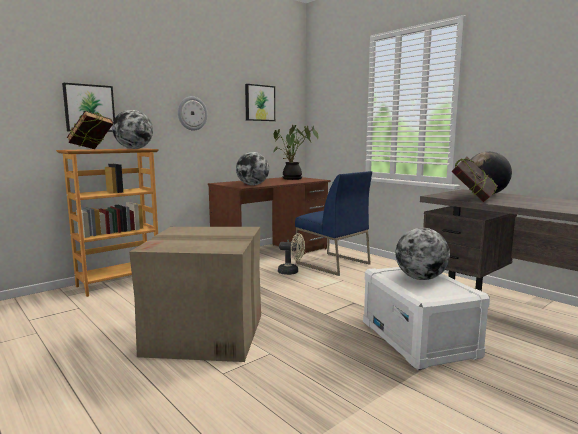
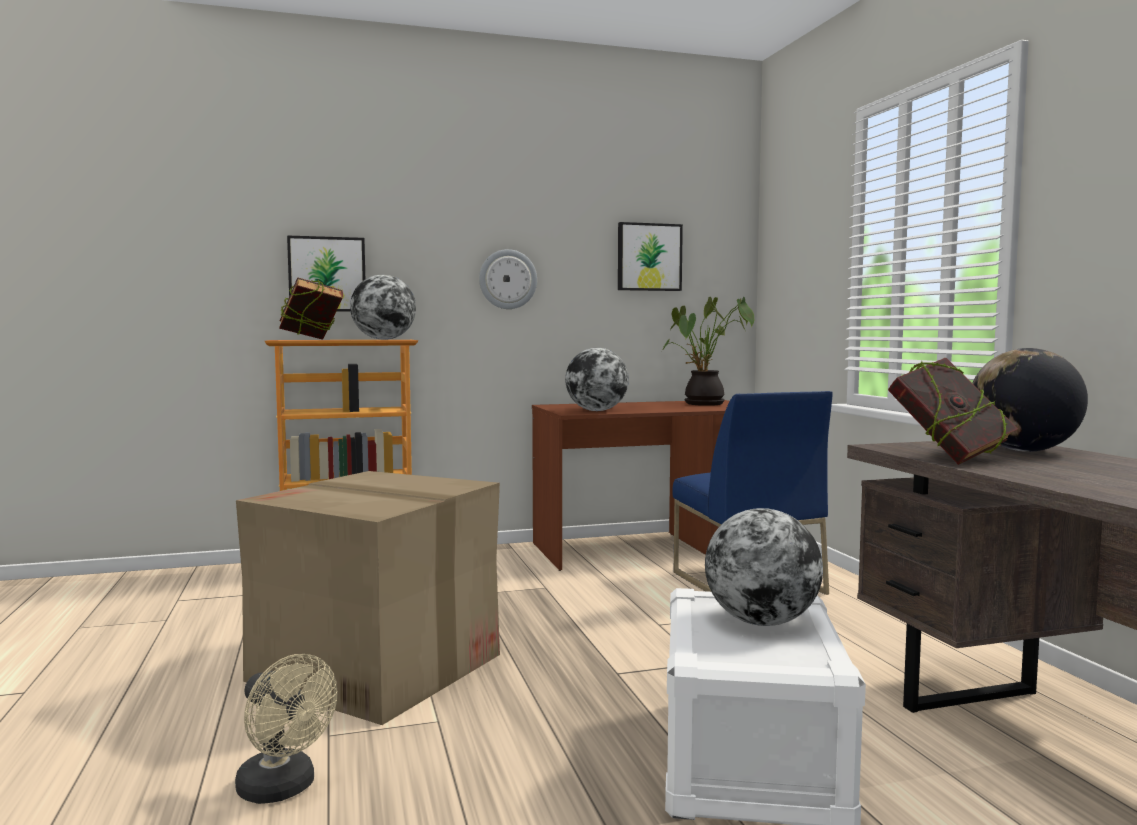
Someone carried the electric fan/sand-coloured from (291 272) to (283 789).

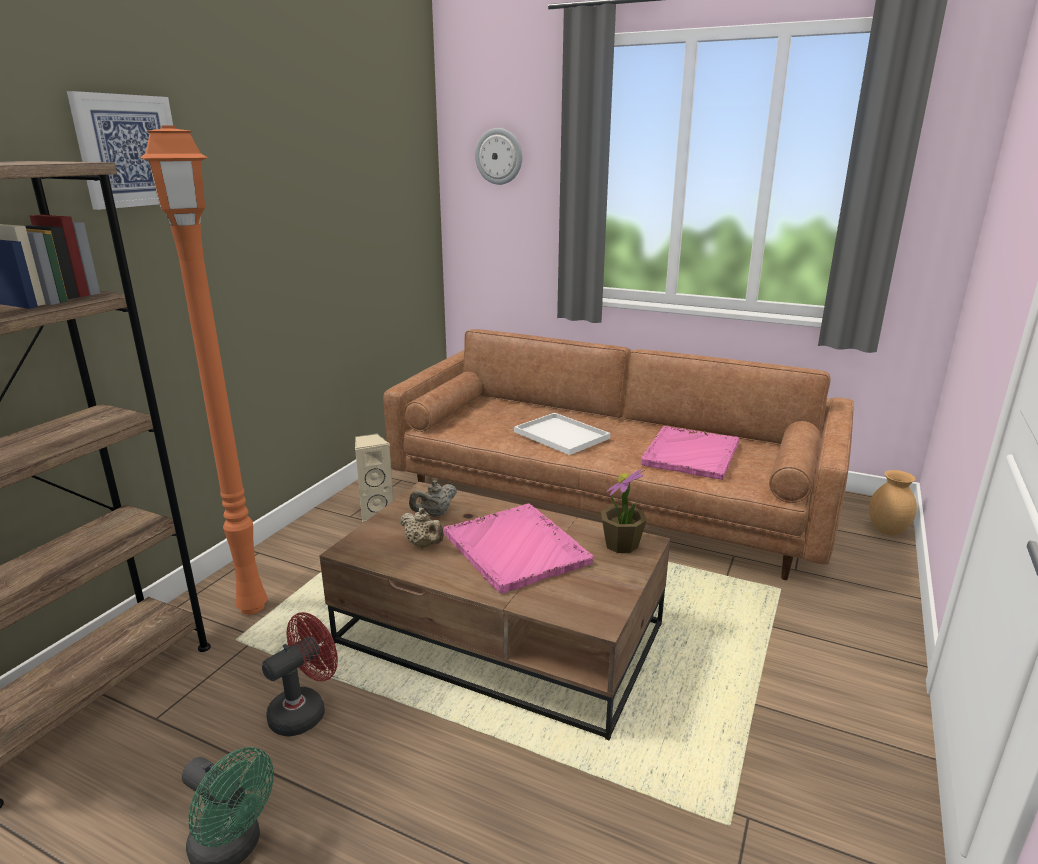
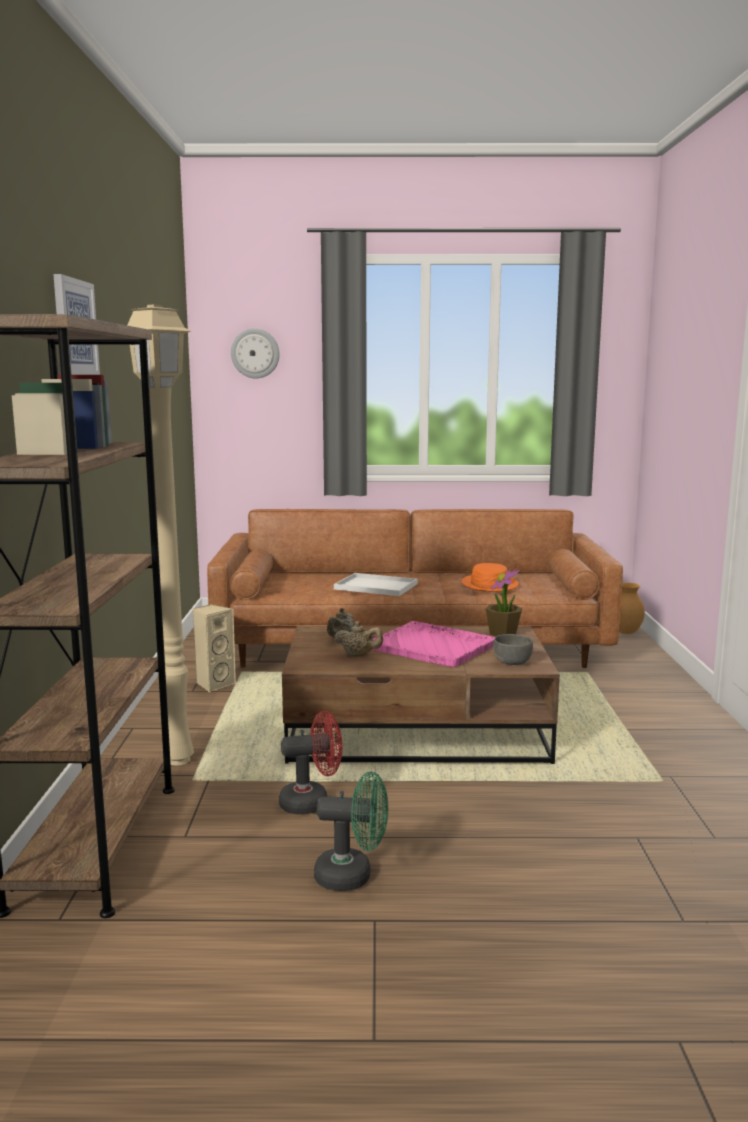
Someone repainted the standing lamp/orange-coloured at (250 609), which became the standing lamp/sand-coloured at (178 761).
Someone rotated the electric fan/reddish at (305 710) by 60 degrees clockwise.
Someone swapped the tray/pink at (690 454) for the wearable hat/orange-coloured at (489 584).
Someone put down the serving bowl/gray at (512 662).

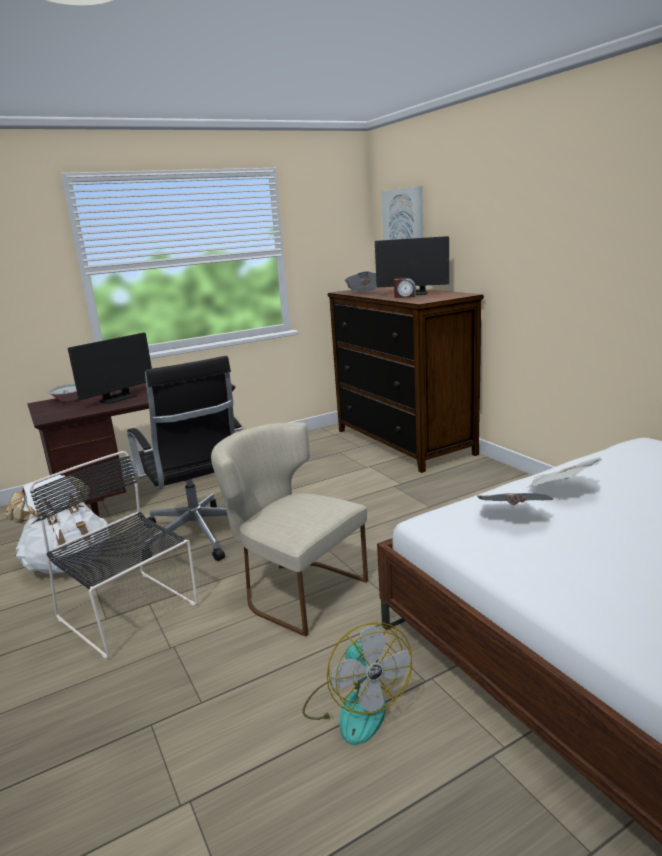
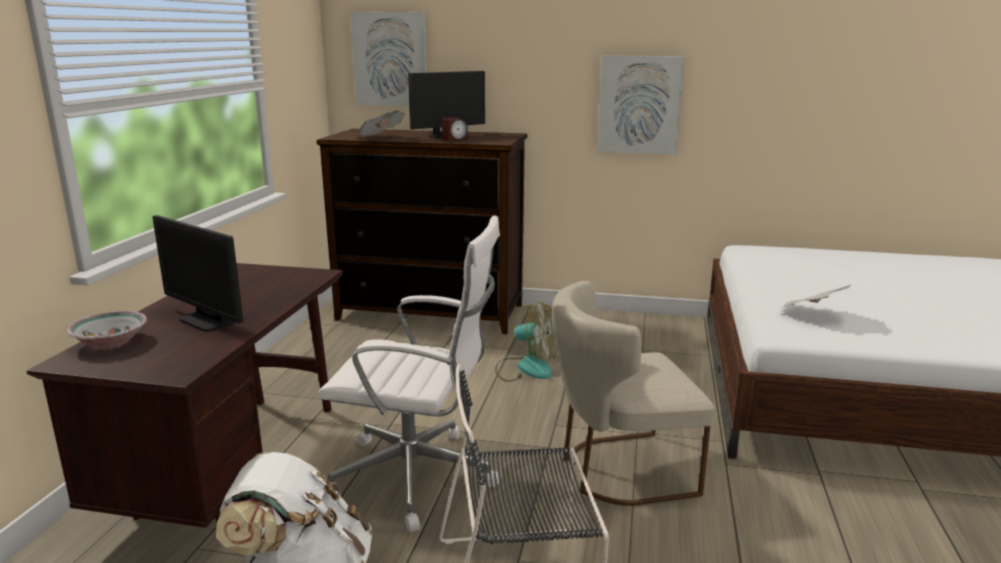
Someone rotated the computer screen at (118 398) by 135 degrees clockwise.
Someone repainted the computer chair/black-coloured at (199 536), which became the computer chair/white at (417 477).
Someone carried the electric fan from (355 706) to (525 368).
Someone put up the wall art at (639 105).
Someone took away the printed paper at (561 490).

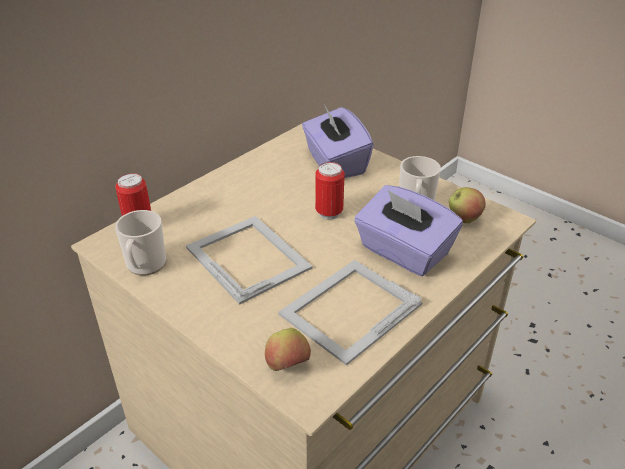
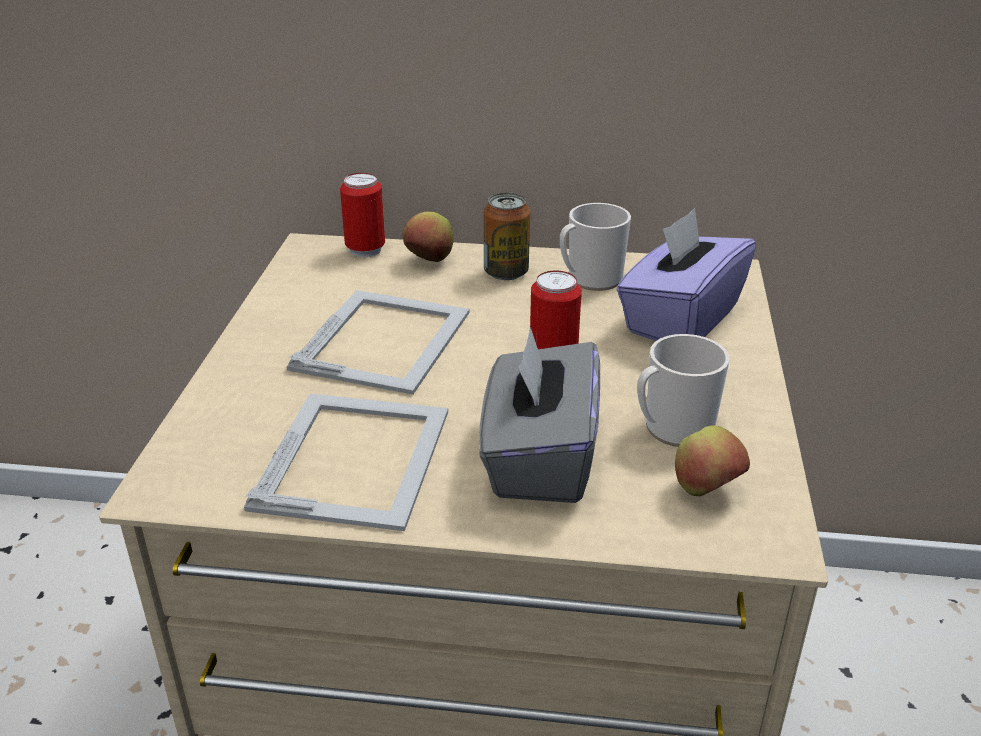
Someone rotated the picture frame at (348 309) by 90 degrees clockwise.
Someone carried the whole apple from (287 366) to (429 261).
Someone repainted the tissue holder/purple at (403 252), which became the tissue holder/gray at (539 459).
Someone put down the can at (506 272).
Someone carried the coffee mug from (145 266) to (590 279).

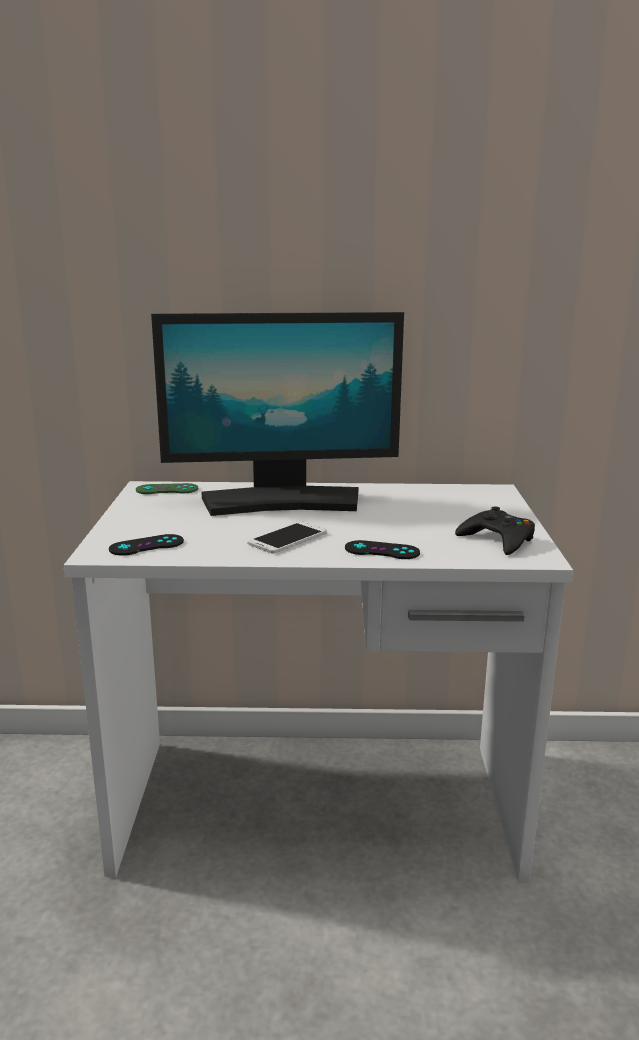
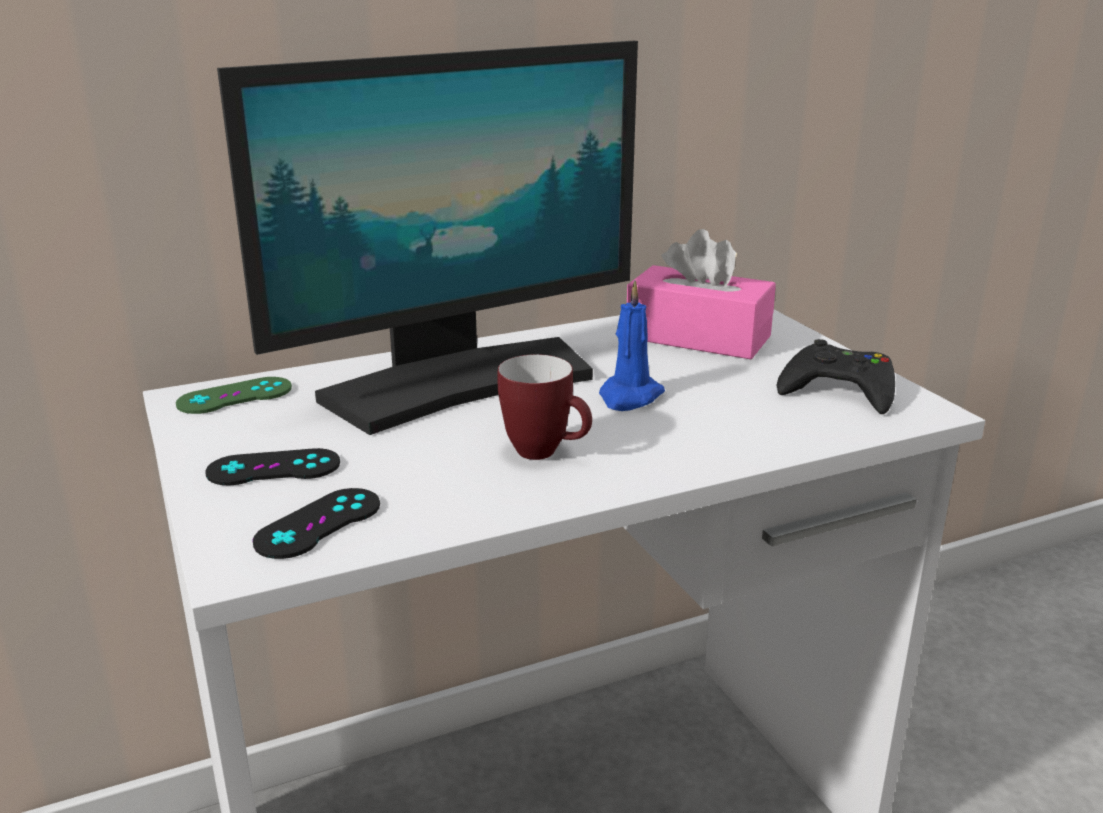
Someone carried the joypad/black-coloured from (382 550) to (273 468).
Someone swapped the phone at (288 538) for the coffee mug at (546 453).
Someone put down the candle/bluish at (629 397).
Someone put down the tissue holder/pink at (698 337).

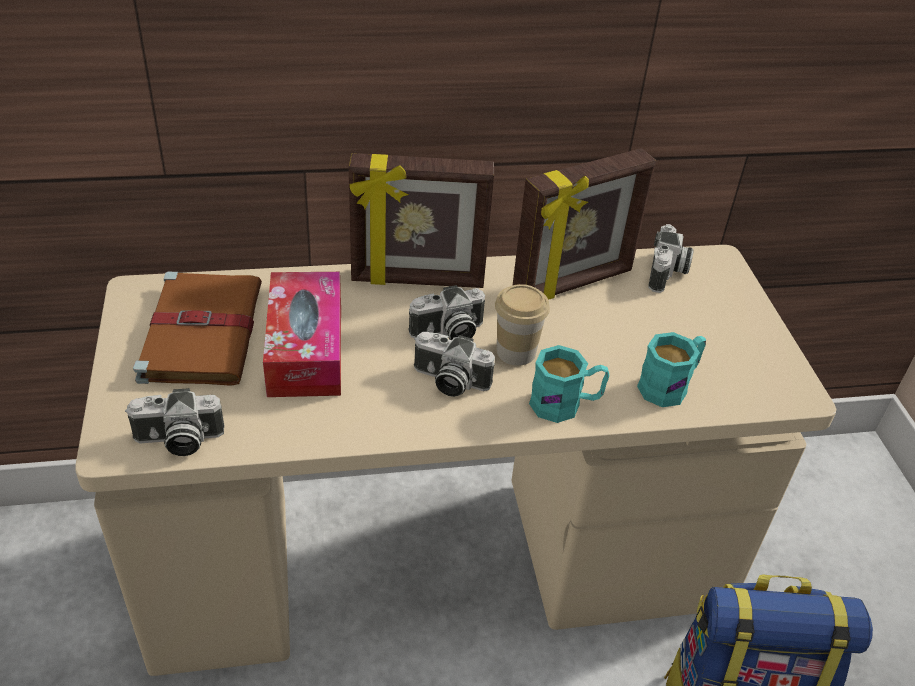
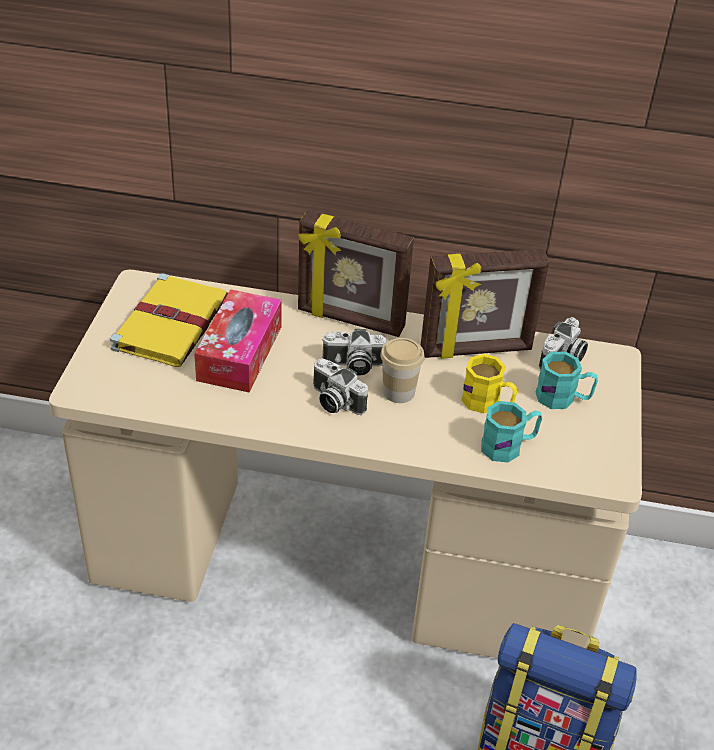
Someone repainted the volume/brown at (202 330), which became the volume/yellowish at (172 323).
Someone put down the coffee mug/yellowish at (487 404).
Someone carried the coffee mug/blue-green from (565 404) to (563 398).
Someone took away the still camera at (178 440).

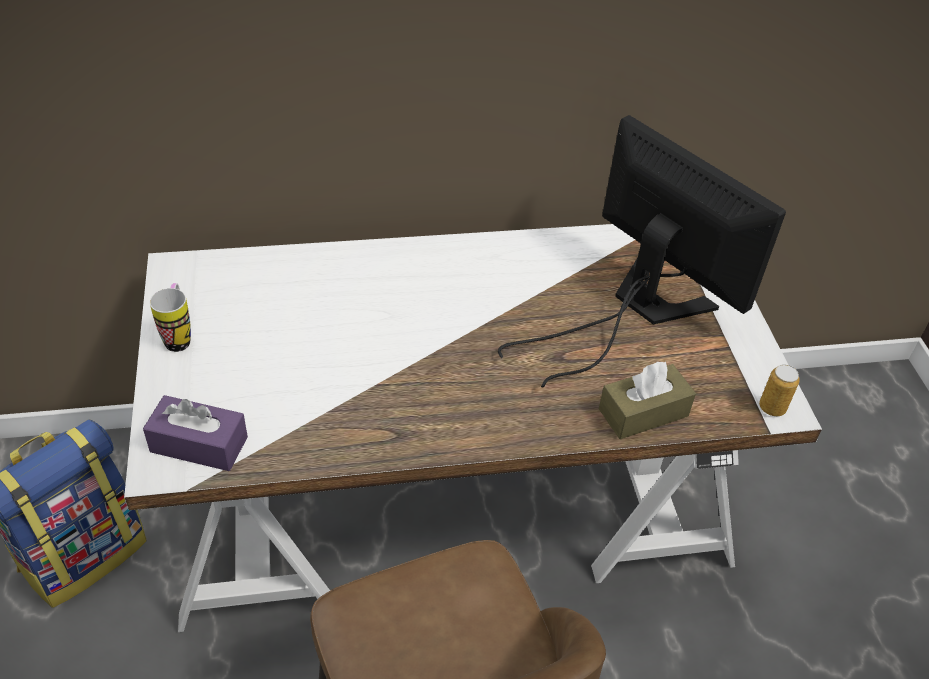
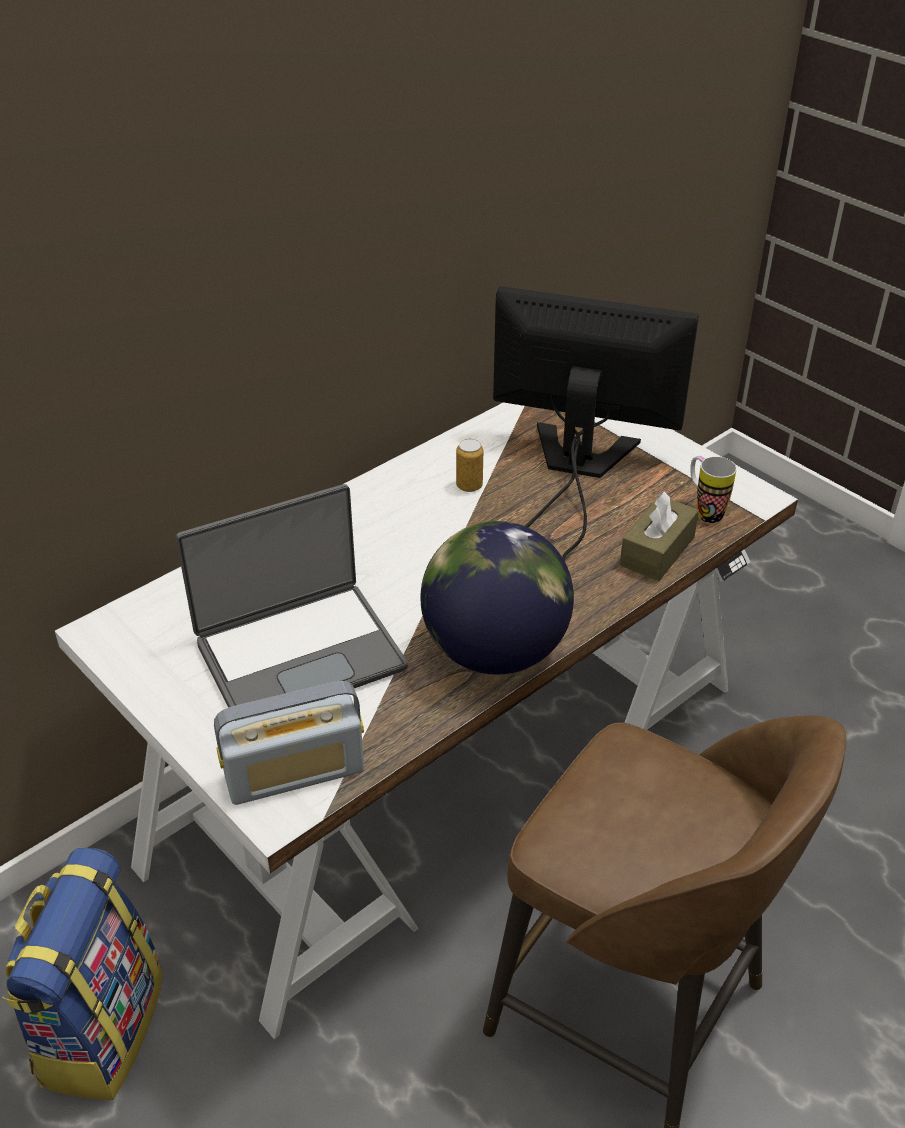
Someone put down the portable computer at (299 653).
Someone swapped the tissue holder/purple at (199 444) for the radio receiver at (295 773).
Someone put down the world globe at (494 651).
Someone carried the can from (772 408) to (469 486).
Someone carried the coffee mug from (179 336) to (704 510).

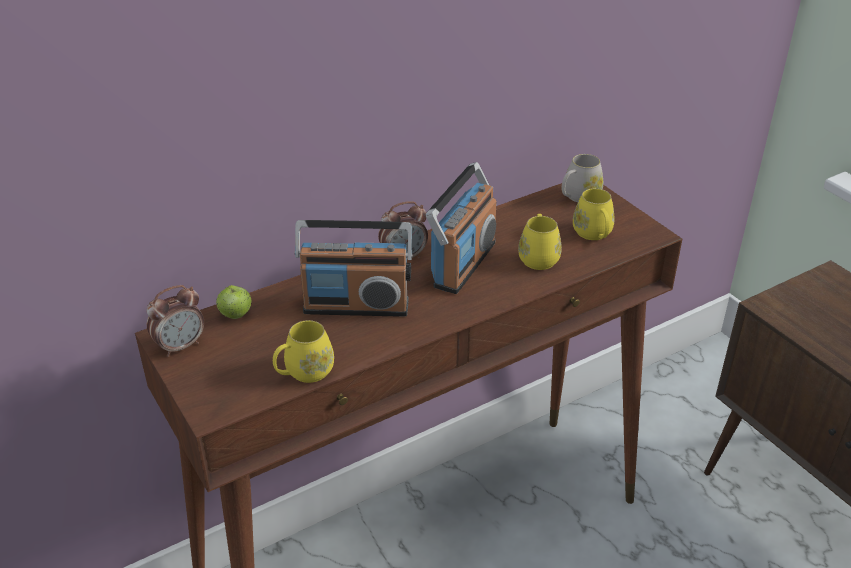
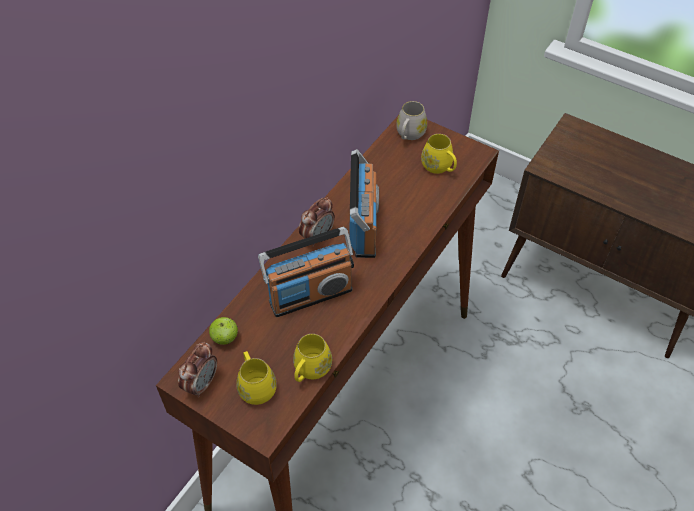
Someone carried the coffee mug/yellowish from (538 257) to (255 386).

